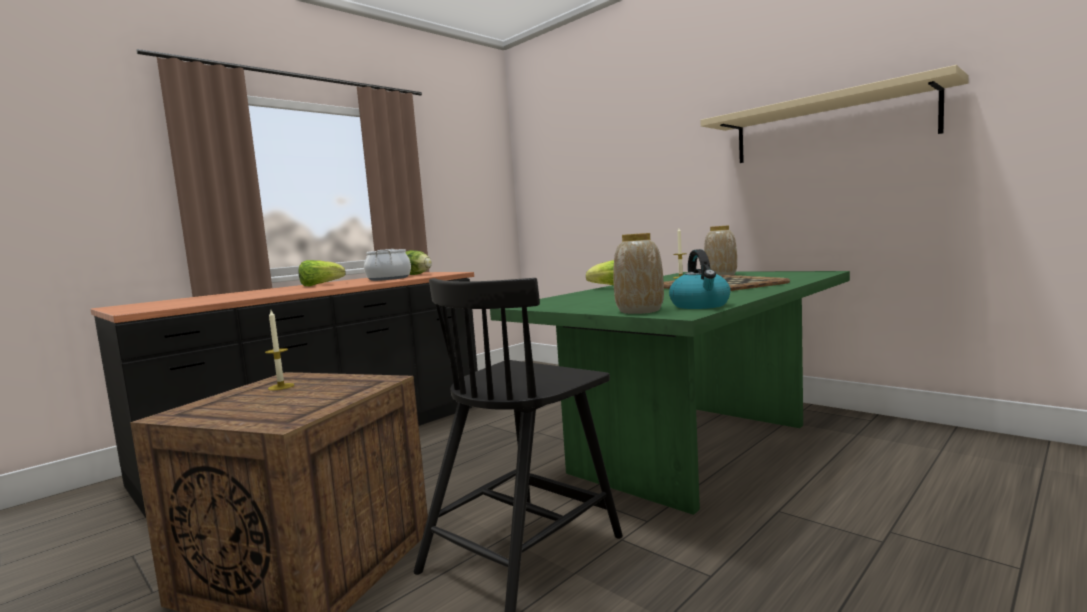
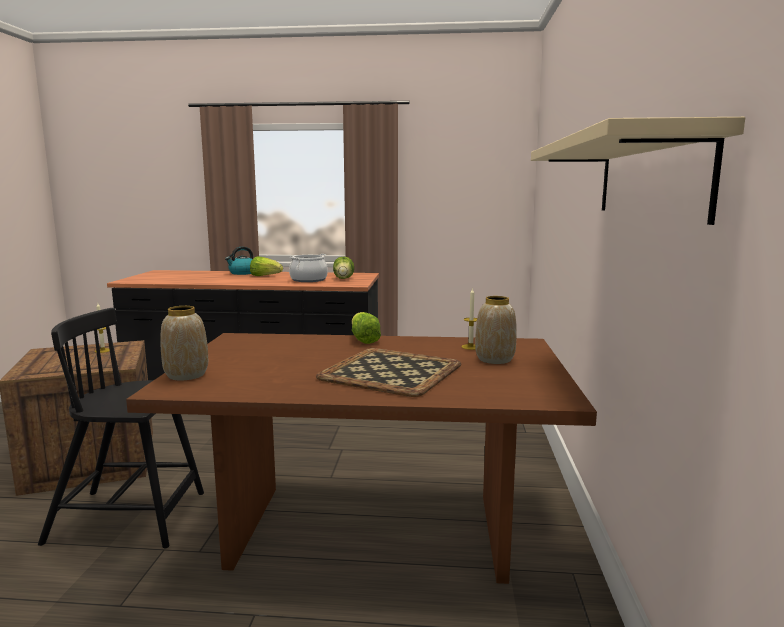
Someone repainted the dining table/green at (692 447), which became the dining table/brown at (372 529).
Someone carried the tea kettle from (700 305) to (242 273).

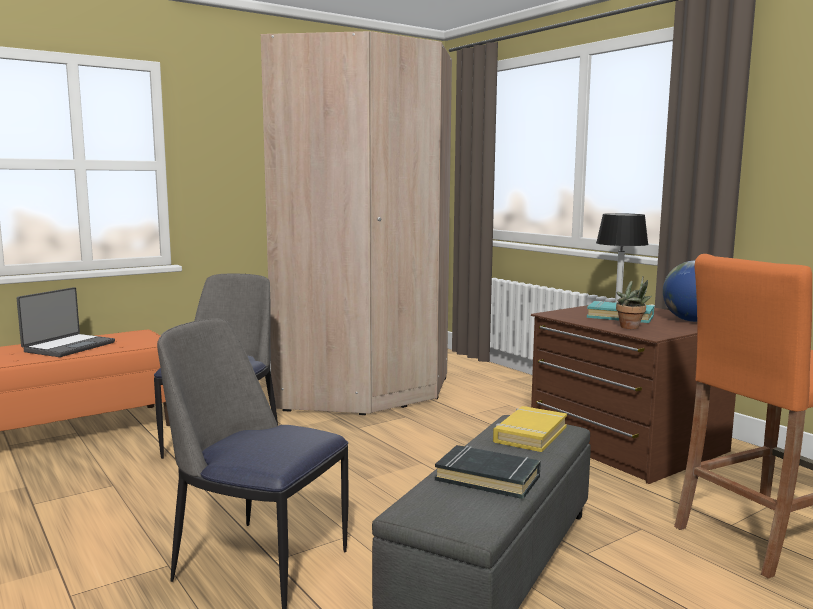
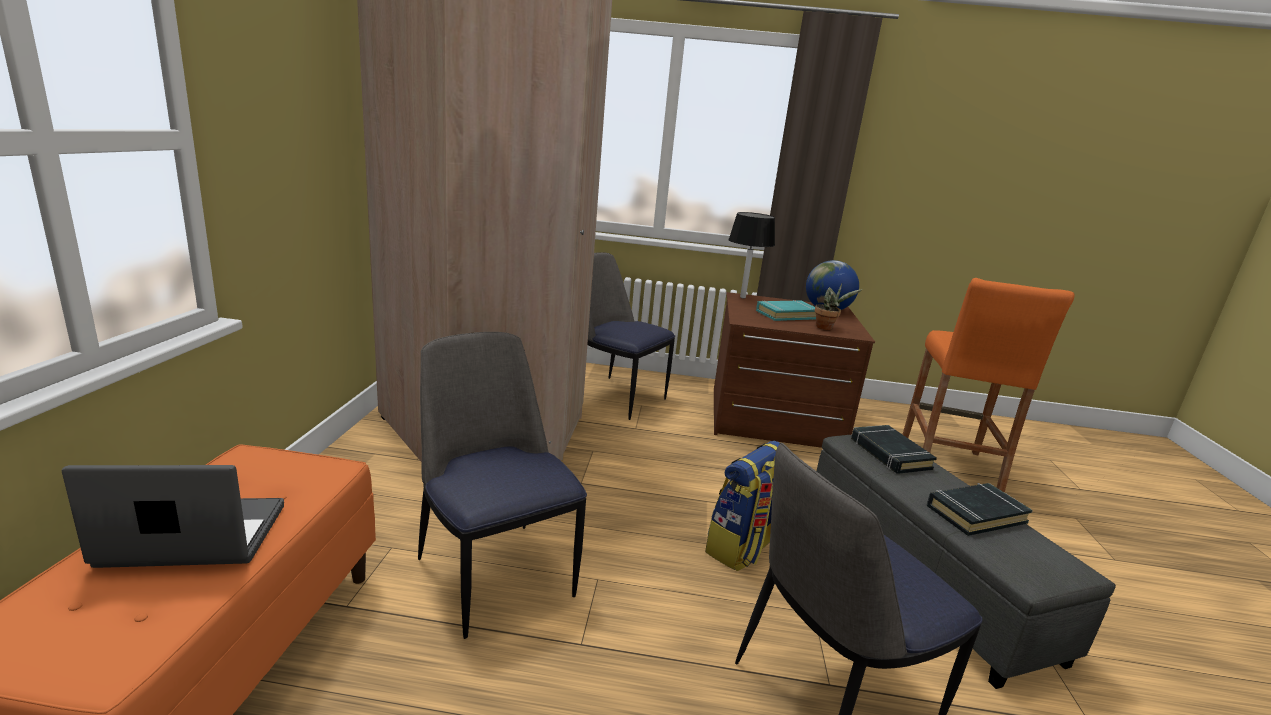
Someone rotated the portable computer at (68 347) by 75 degrees counterclockwise.
Someone put down the upright chair at (615 397).
Someone put down the knapsack at (742 549).
Someone repainted the volume/yellowish at (530 434), which became the volume/black-coloured at (889 454).

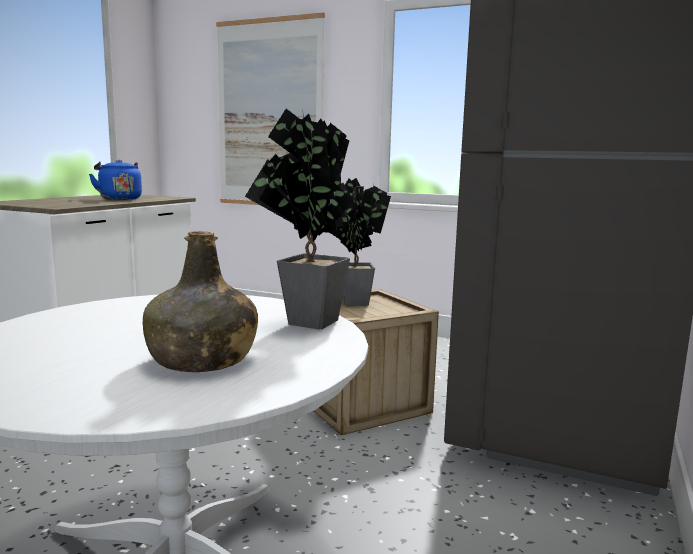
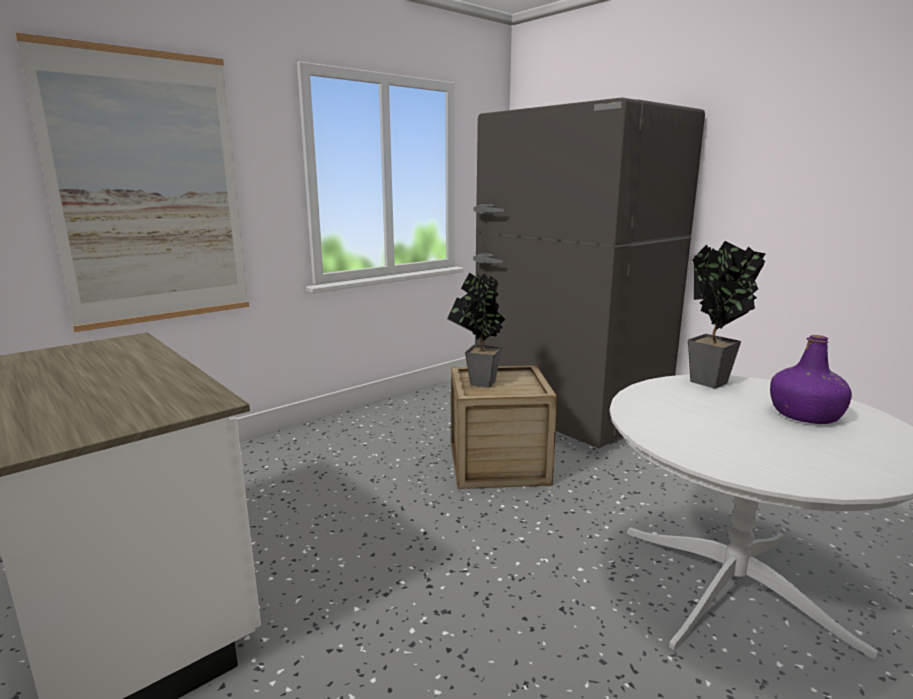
Someone repainted the drink bottle/green at (202 360), which became the drink bottle/purple at (805 415).
Someone took away the tea kettle/bluish at (119 199).

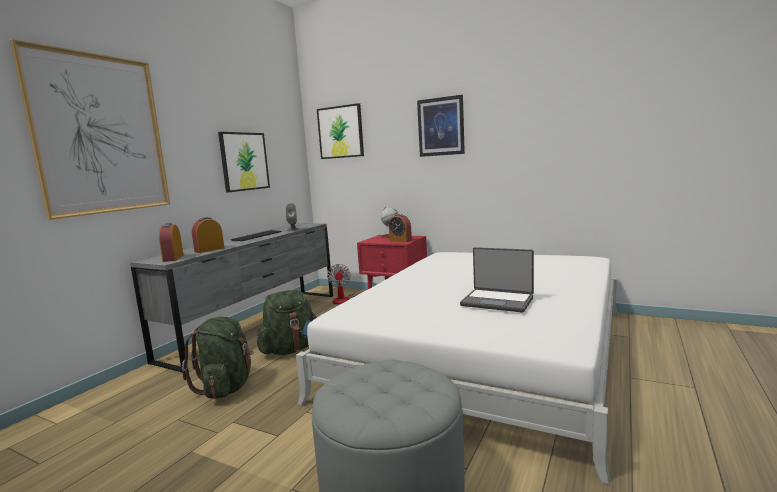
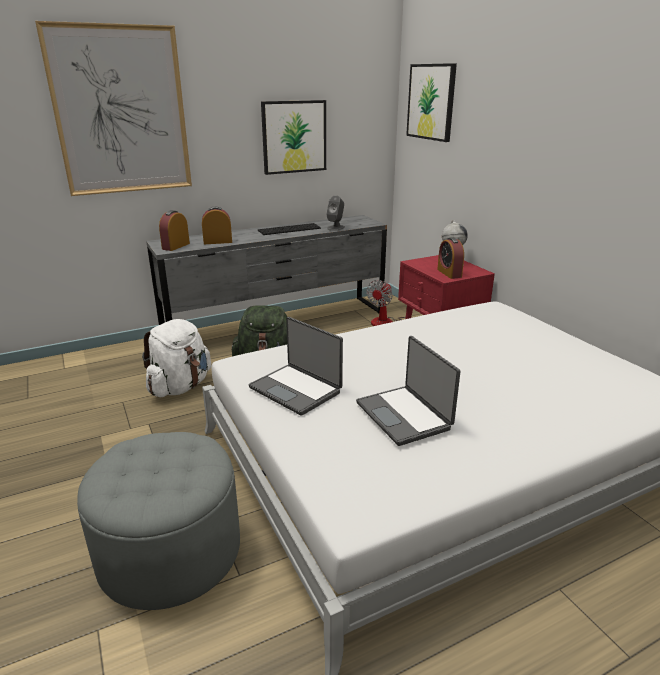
Someone repainted the knapsack/green at (226 387), which became the knapsack/white at (180 386).
Someone put down the portable computer at (296 389).
Someone took away the wall art at (441 126).

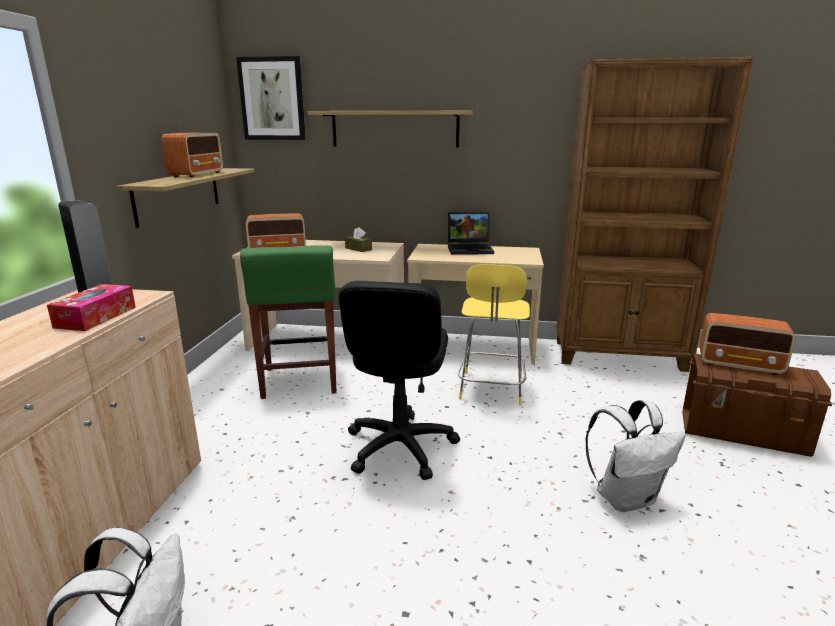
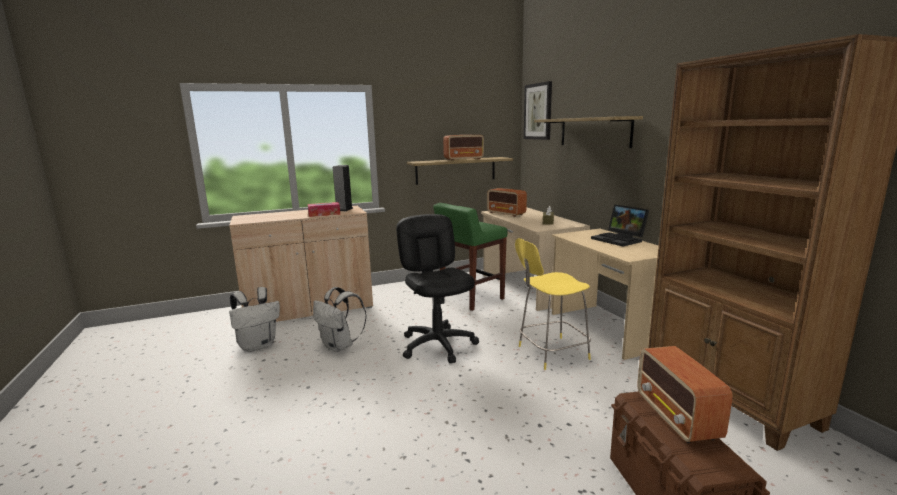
Someone carried the knapsack/white from (626 497) to (340 346).
Someone rotated the computer chair/black-coloured at (399 447) by 90 degrees clockwise.

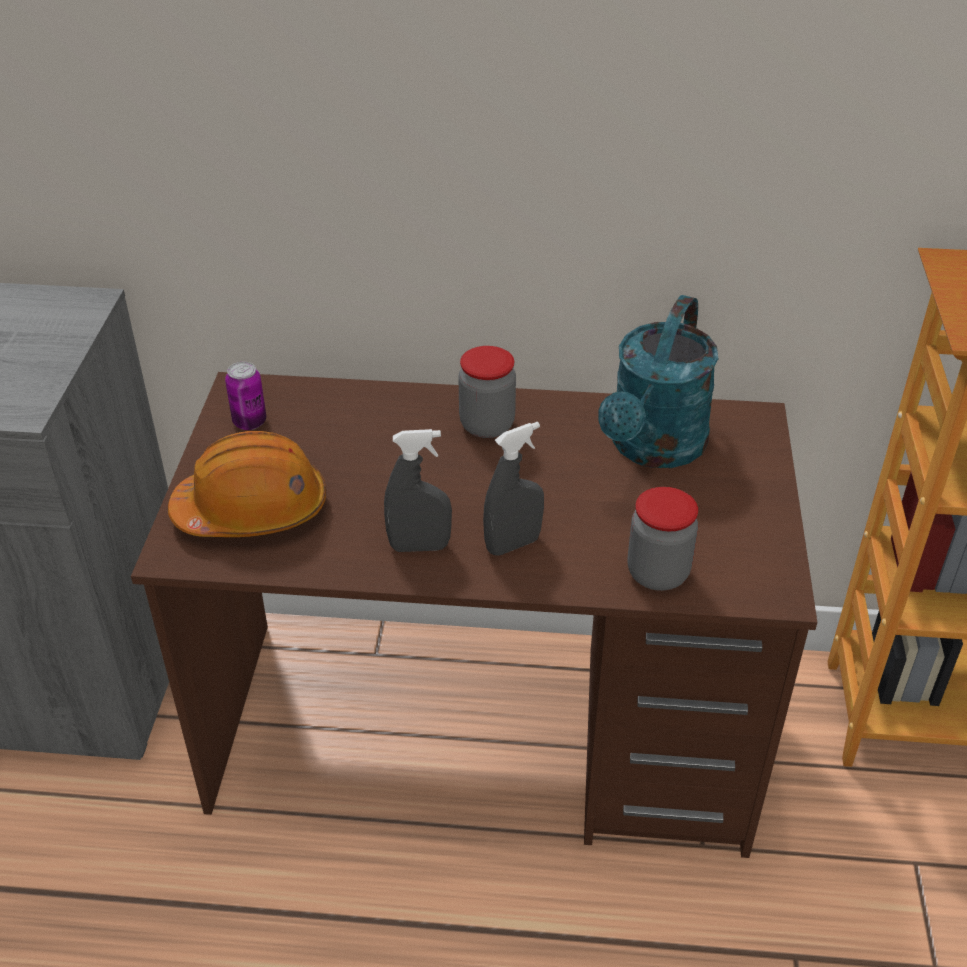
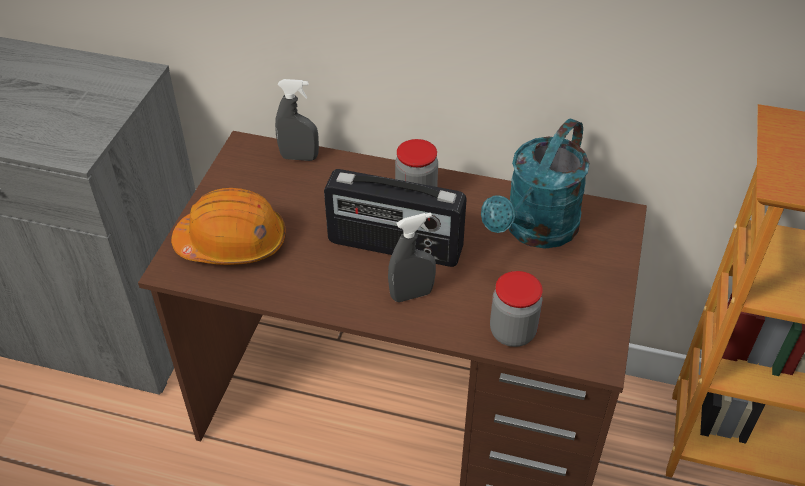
Someone carried the hand sprayer/gray from (419 546) to (299 157).
Someone put down the radio receiver at (394 247).
Someone took away the can at (249 422).

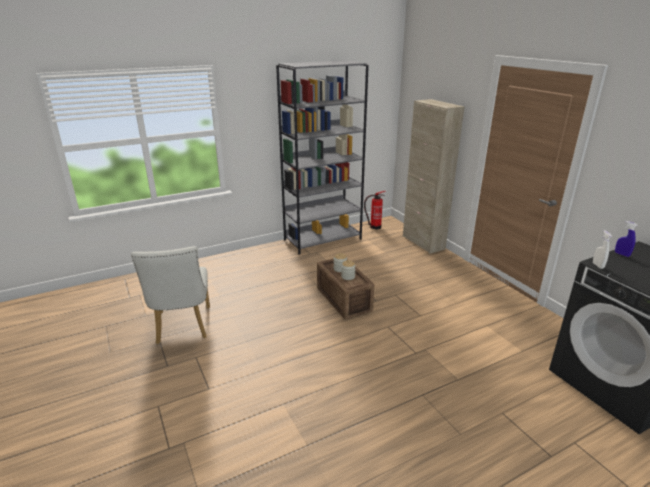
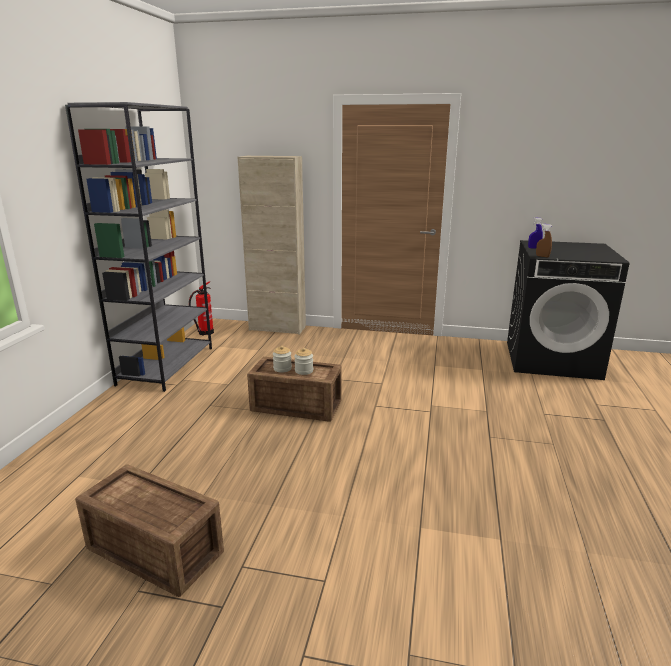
Someone swapped the upright chair/white at (183 328) for the packing crate at (154 552).
Someone repainted the hand sprayer/white at (598 265), which became the hand sprayer/brown at (542 256).

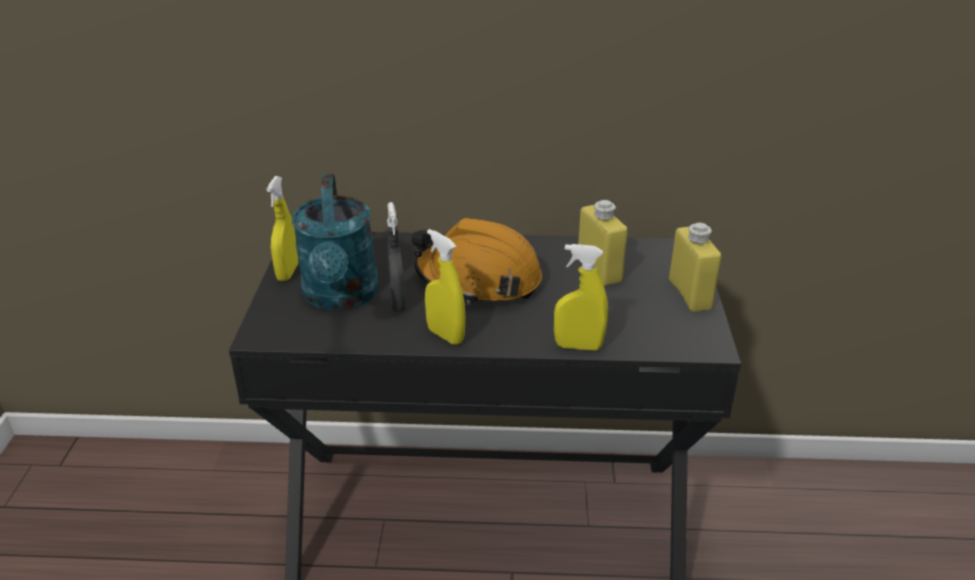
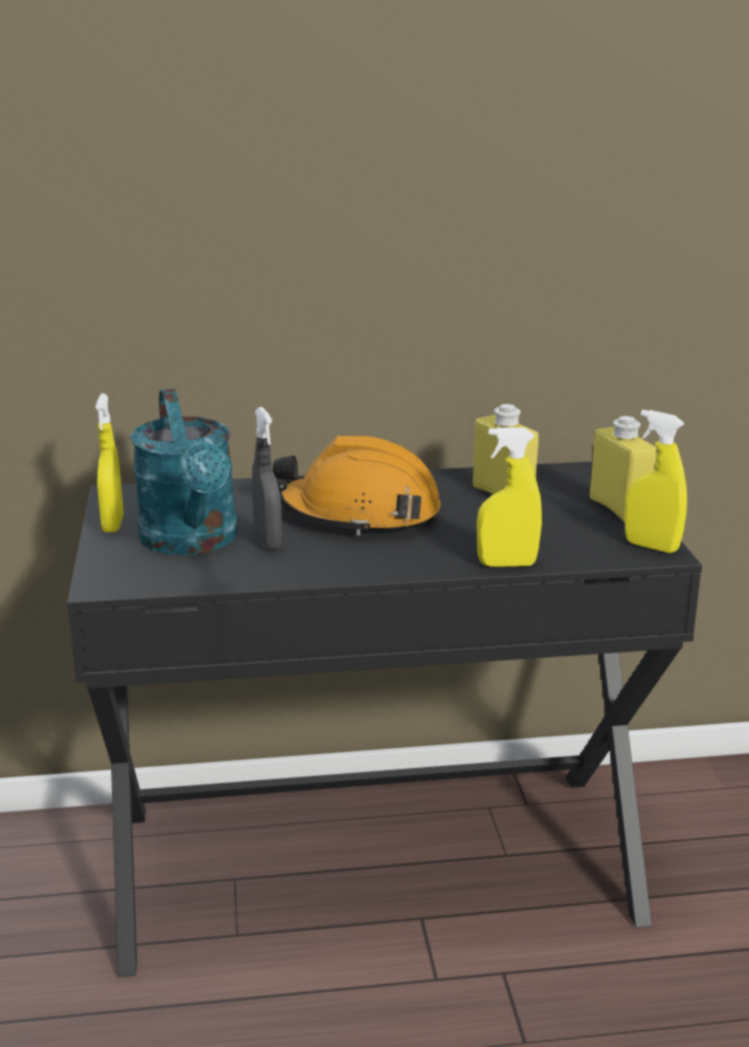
Someone carried the hand sprayer/yellowish from (445 335) to (651 546).

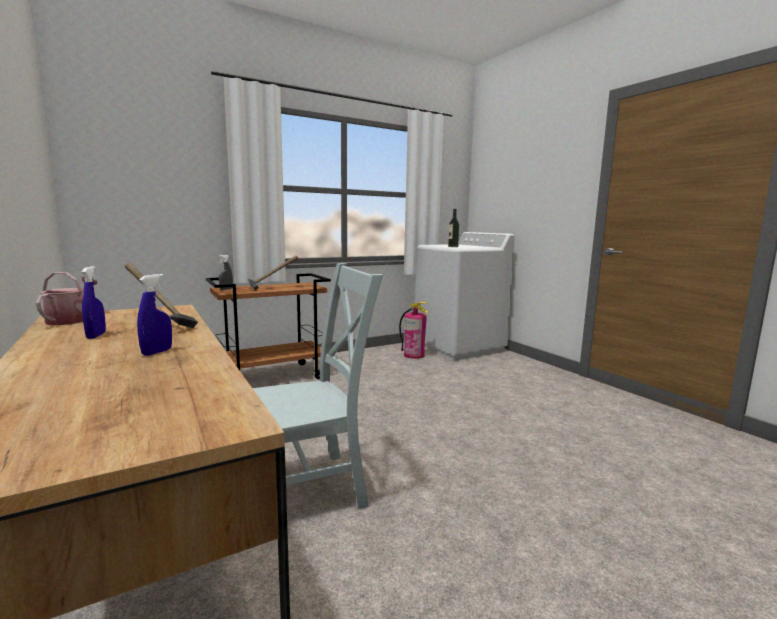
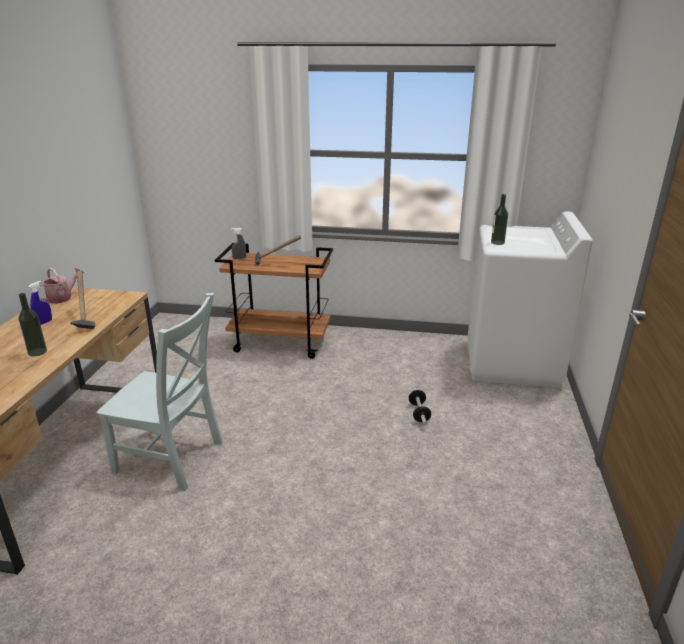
Someone swapped the hand sprayer/bluish at (157 352) for the drink bottle at (37 352).
Someone put down the hand weight at (419 413).
Someone took away the extinguisher at (414 355).

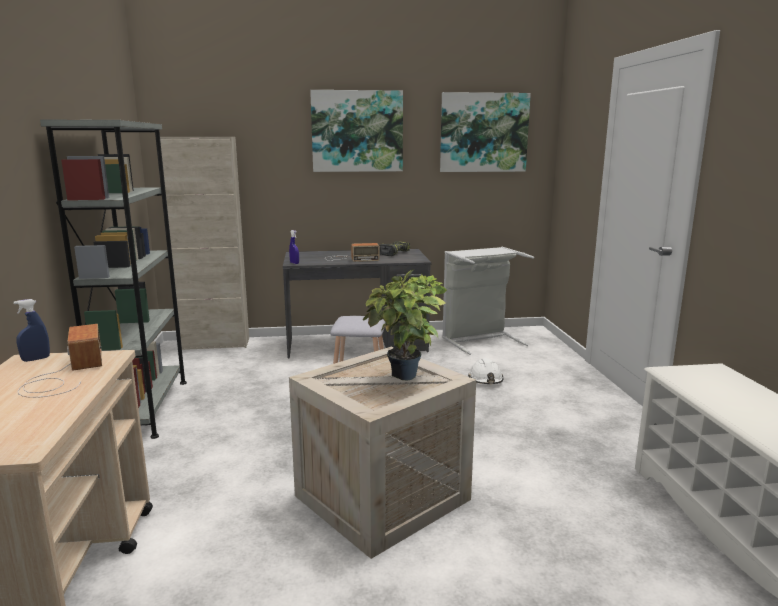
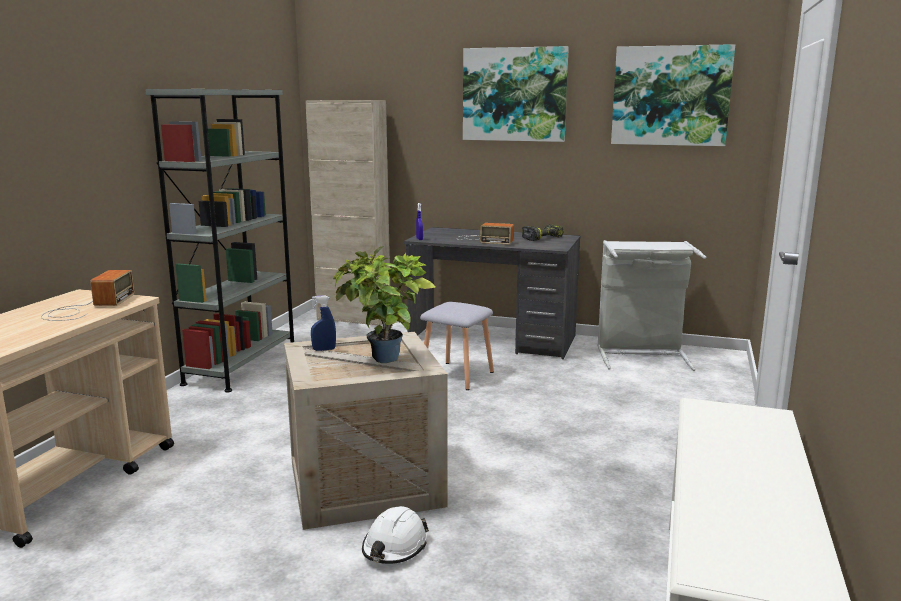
Someone carried the hand sprayer/bluish from (36 359) to (324 349).
Someone carried the hard hat/white from (486 379) to (394 547).

